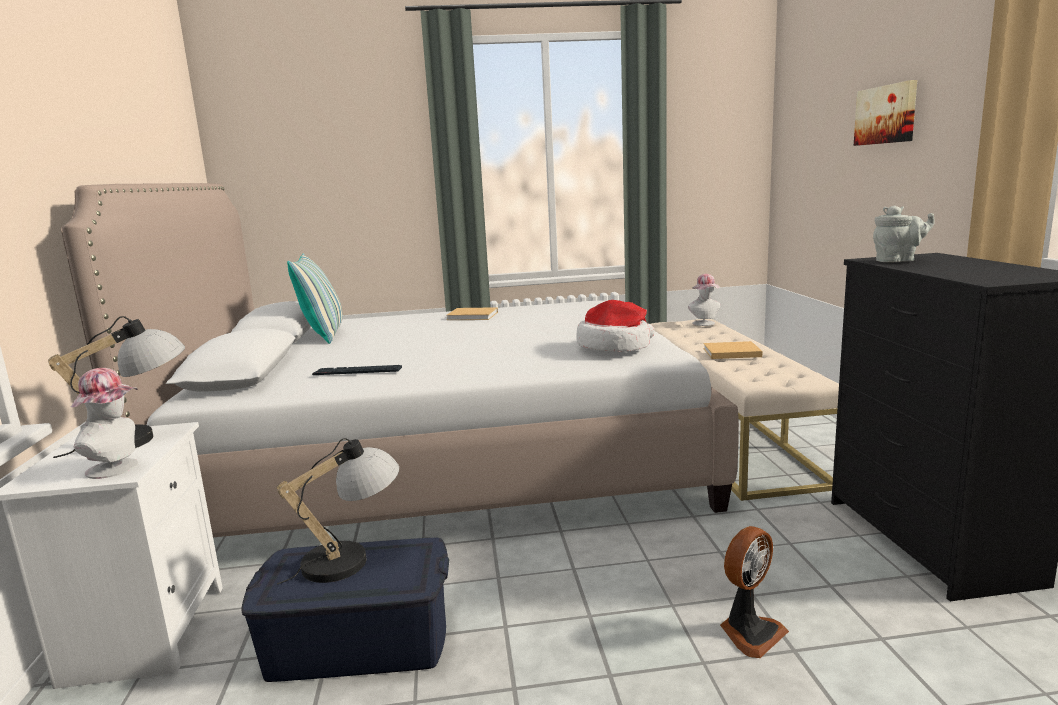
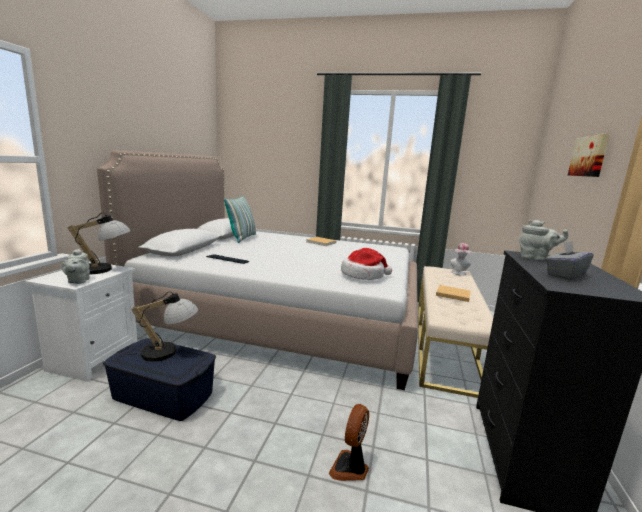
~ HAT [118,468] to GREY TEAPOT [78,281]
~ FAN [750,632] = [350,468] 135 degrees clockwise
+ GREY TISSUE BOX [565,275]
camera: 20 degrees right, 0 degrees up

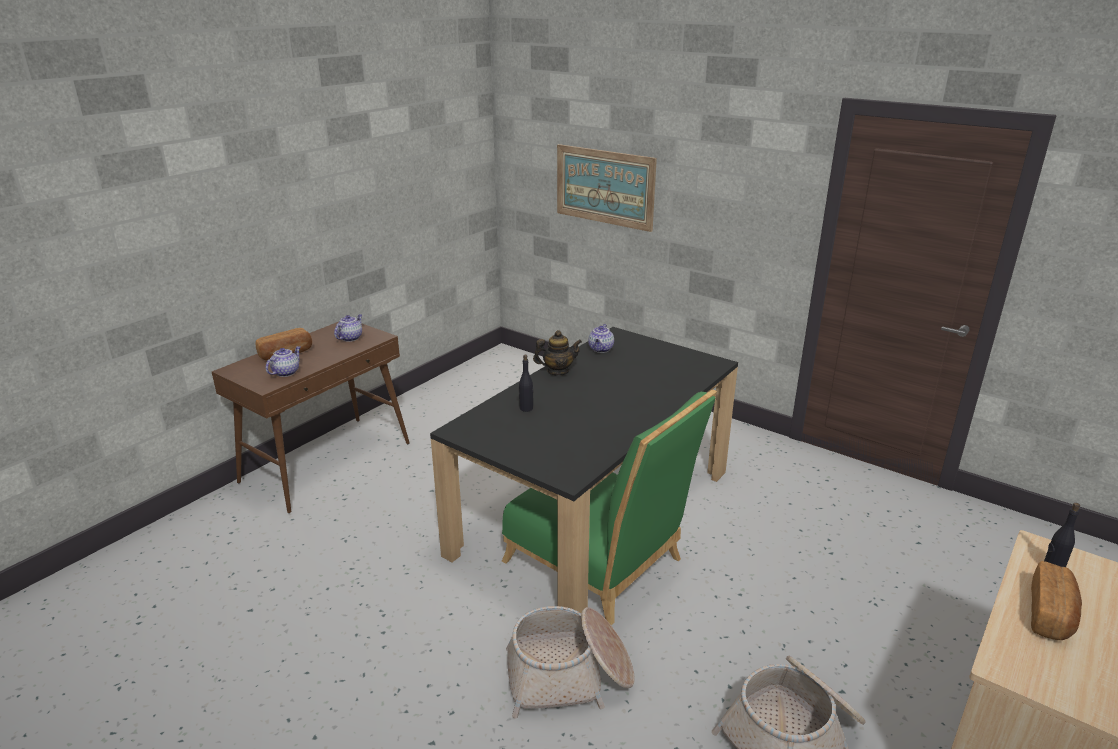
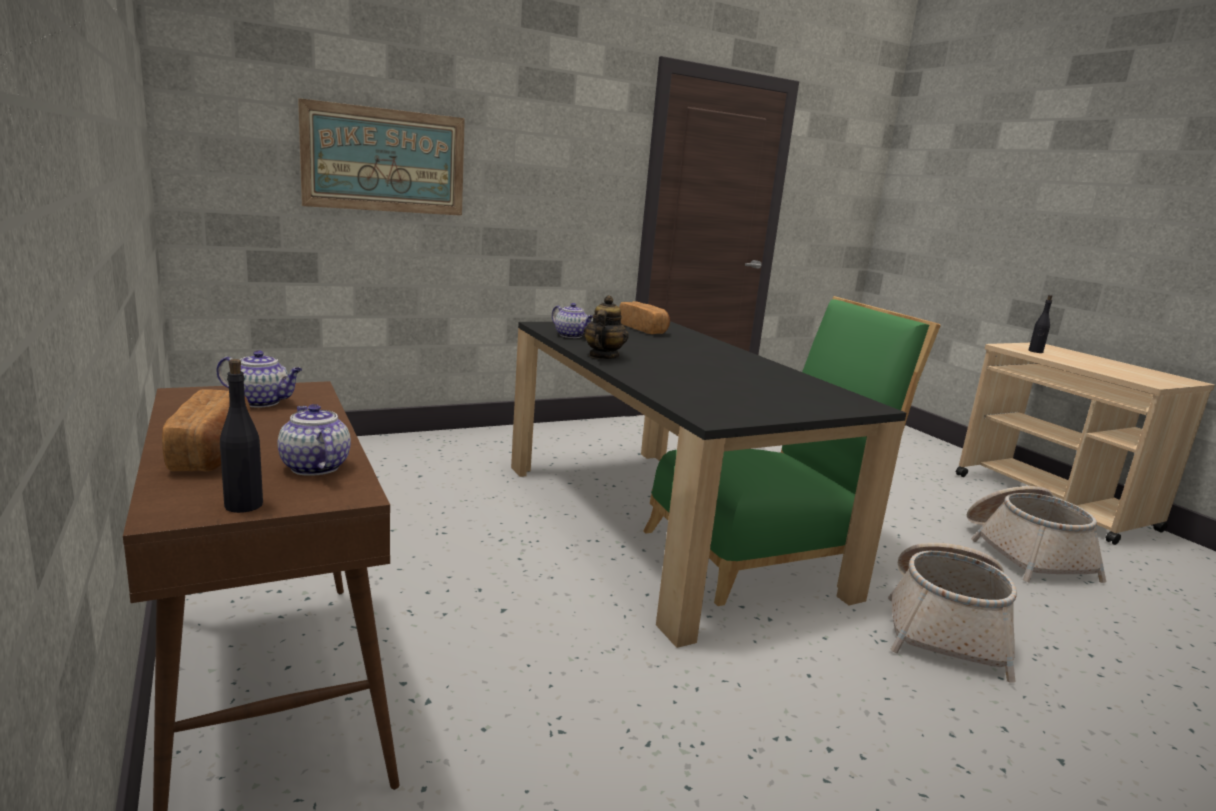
~ TEAPOT [350,338] = [262,402] 135 degrees clockwise
~ BLACK BOTTLE [526,408] to [244,505]
~ BREAD [1051,614] to [643,329]
camera: 65 degrees left, 10 degrees down

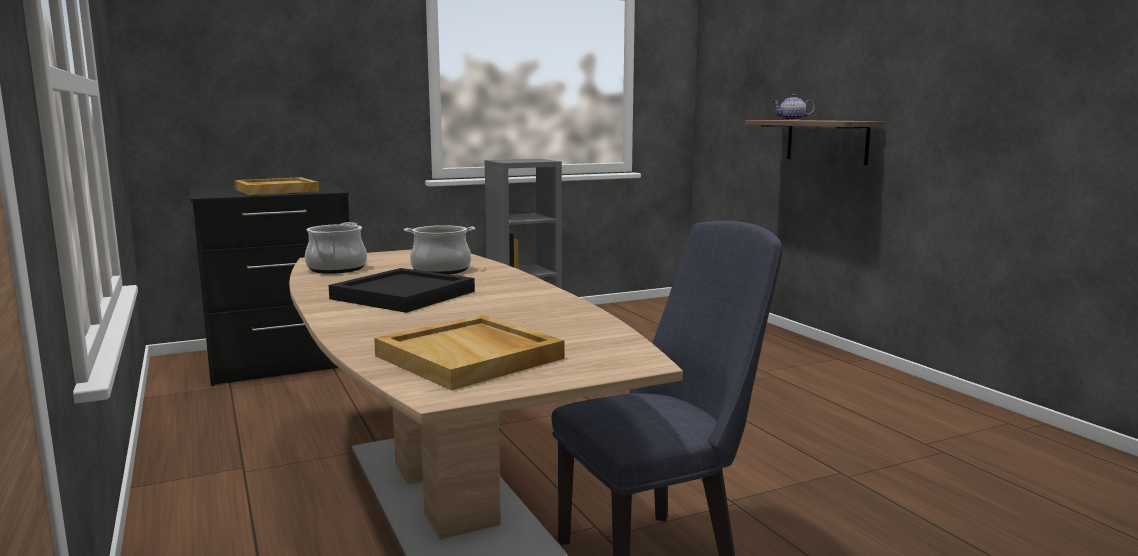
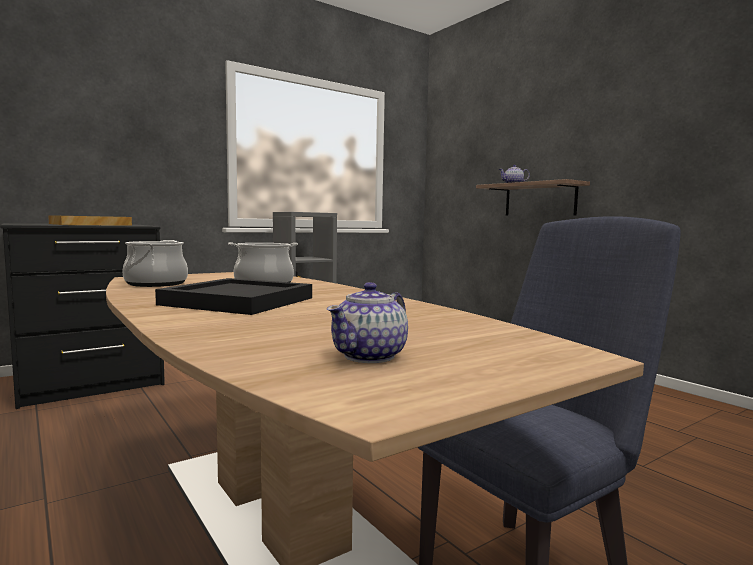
~ BEIGE TRAY [471,357] to TEAPOT [370,356]
camera: 10 degrees left, 5 degrees down

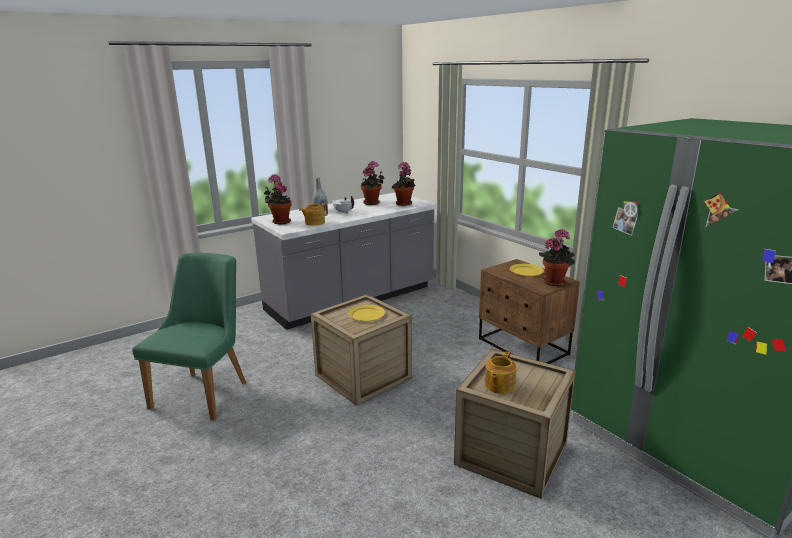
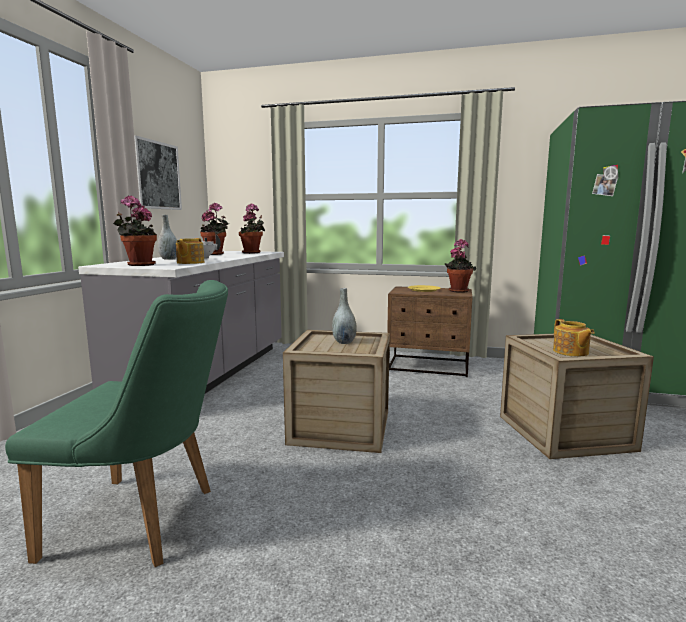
~ GREEN CHAIR [206,390] = [147,521] 120 degrees clockwise
~ YELLOW PLATE [366,315] to GREY VASE [344,342]
+ PICTURE [156,175]
camera: 40 degrees left, 10 degrees down

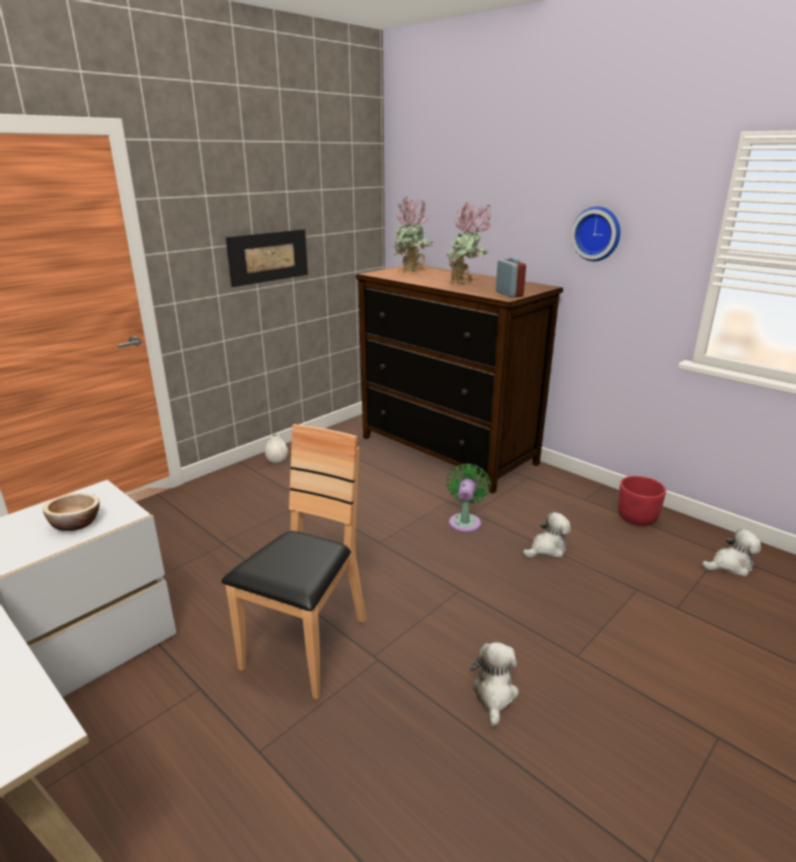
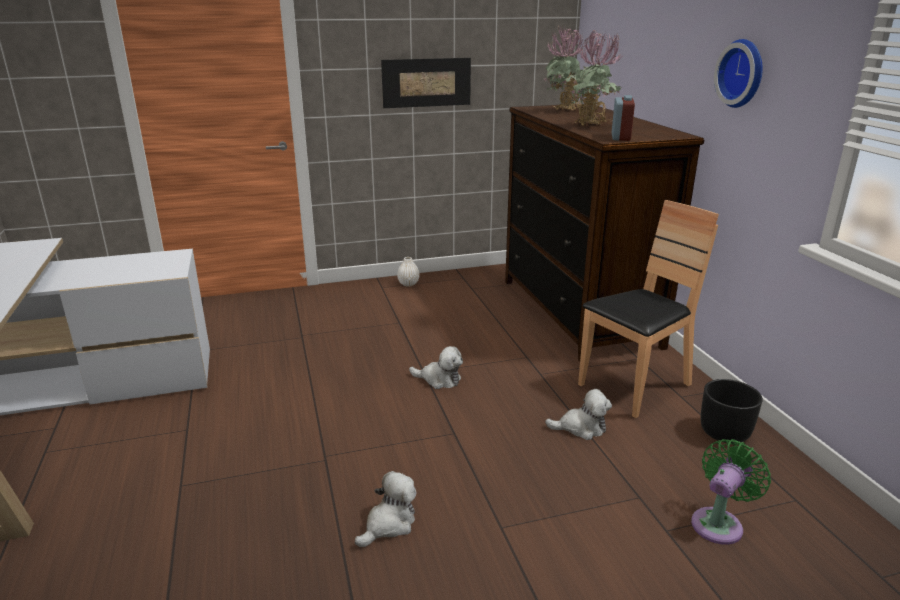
~ BROWN CHAIR [306,645] to [635,386]
~ GREEN FAN [465,521] to [719,523]
~ RED PLANTER [637,518] to BLACK PLANTER [725,432]
- BOWL [76,523]
~ PLUSH TOY [730,565] to [439,379]
camera: 30 degrees right, 0 degrees up

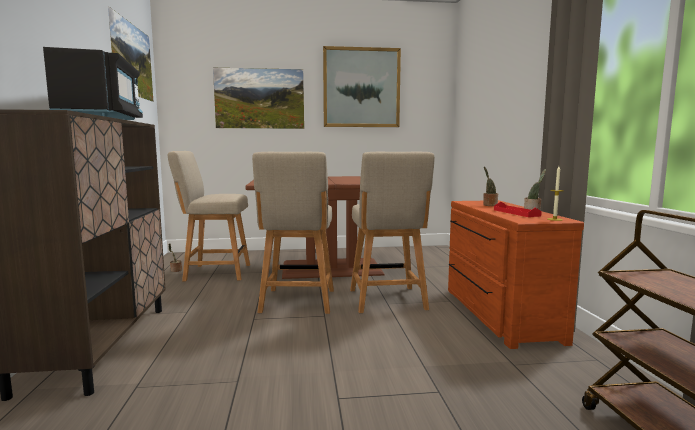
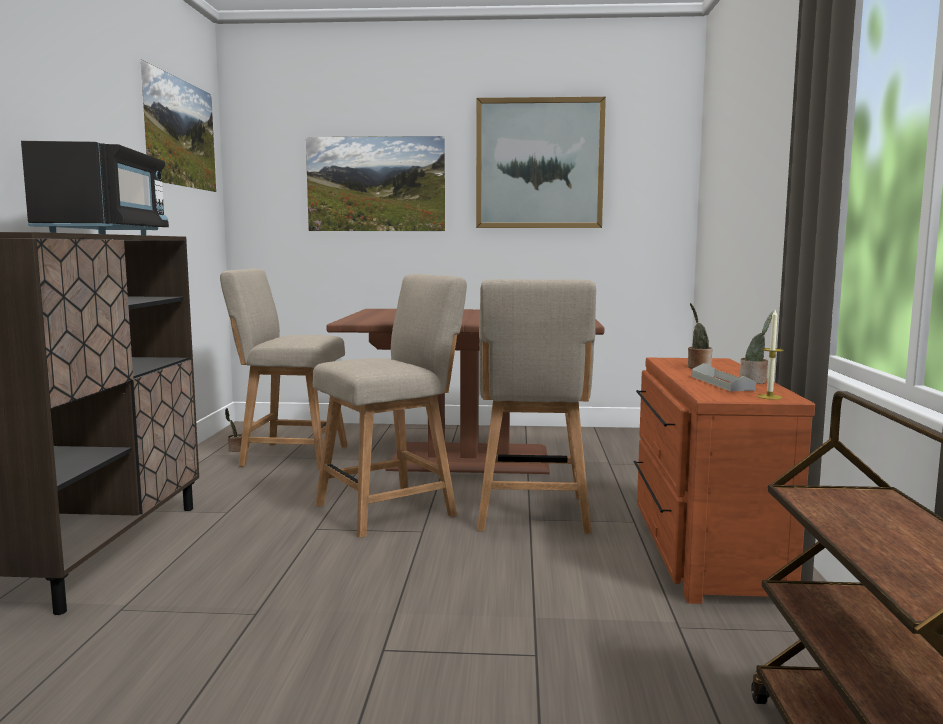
~ BEIGE CHAIR [297,302] = [391,509] 135 degrees counterclockwise
~ RED TRAY [516,213] to GREY TRAY [722,383]
camera: 10 degrees right, 0 degrees up

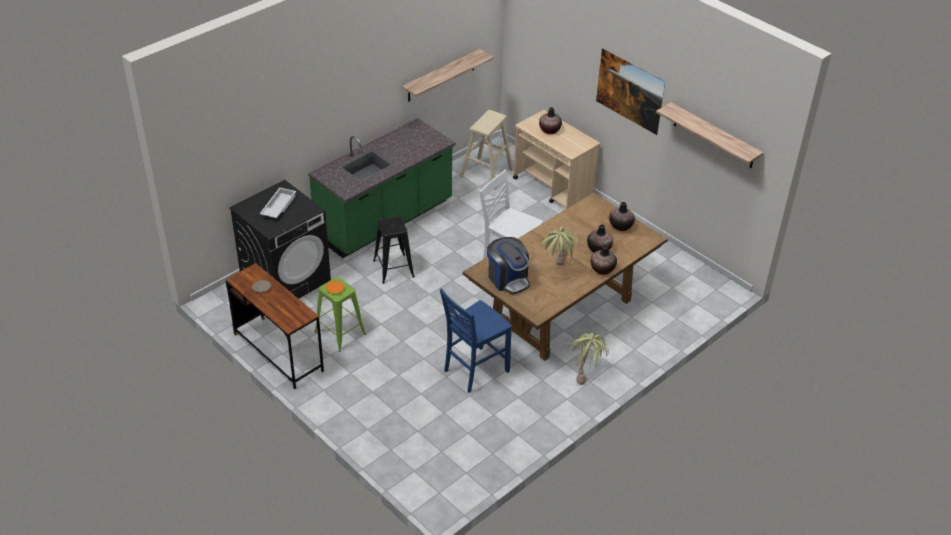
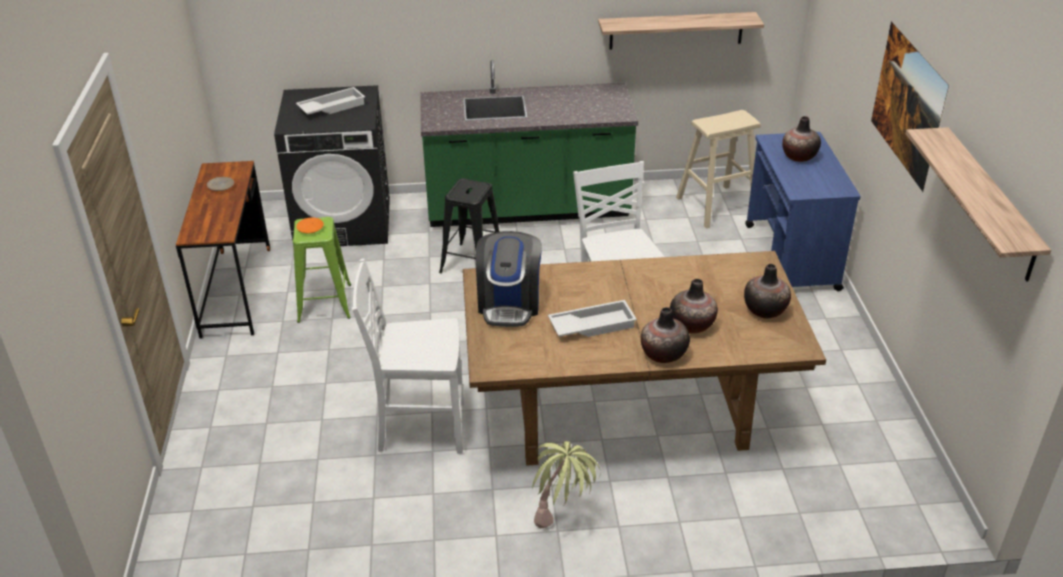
~ BEIGE CART [553,188] to BLUE CART [791,257]
~ POTTED PLANT [557,270] to WHITE TRAY [592,325]
~ BLUE CHAIR [474,370] to WHITE CHAIR [419,427]
camera: 40 degrees right, 5 degrees down

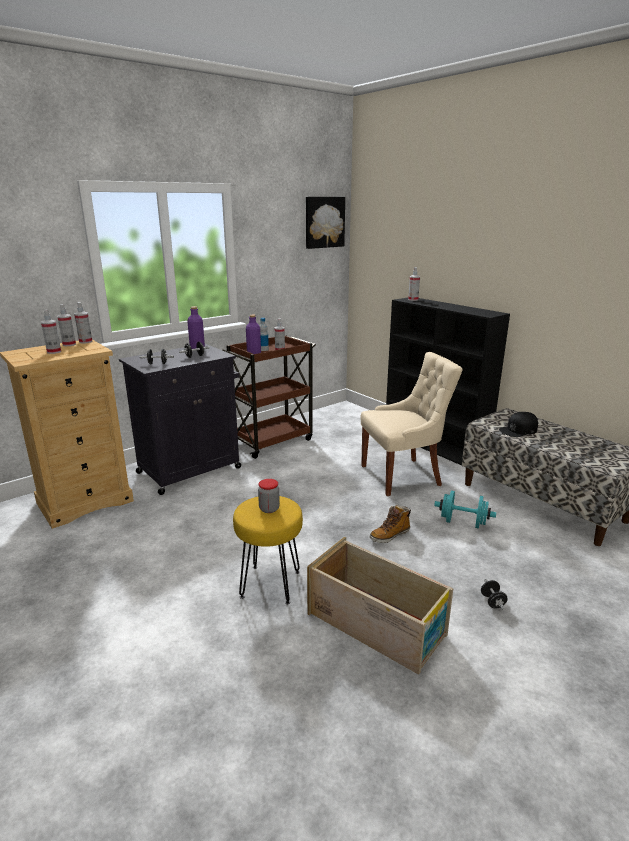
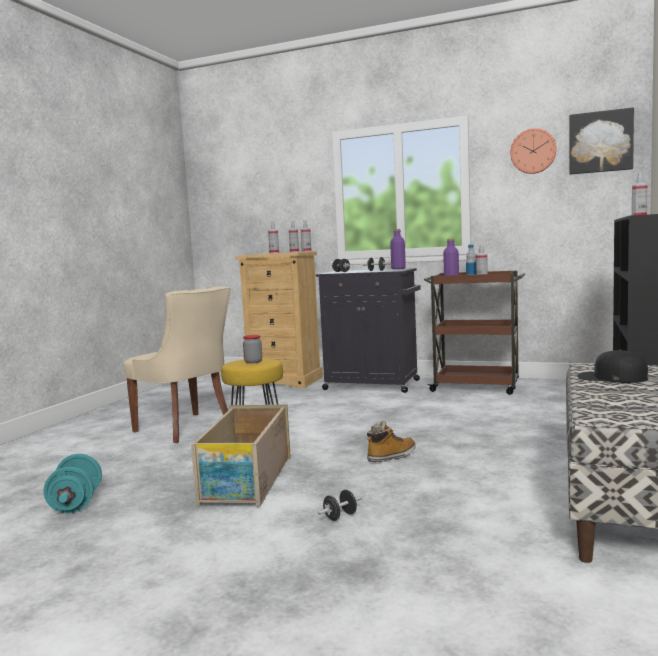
~ BEIGE CHAIR [403,476] to [186,428]
~ TURQUOISE DUMBBELL [463,522] to [76,504]
~ BOOT [390,535] = [391,456] 120 degrees clockwise
+ WALL CLOCK [533,151]
camera: 60 degrees right, 15 degrees down

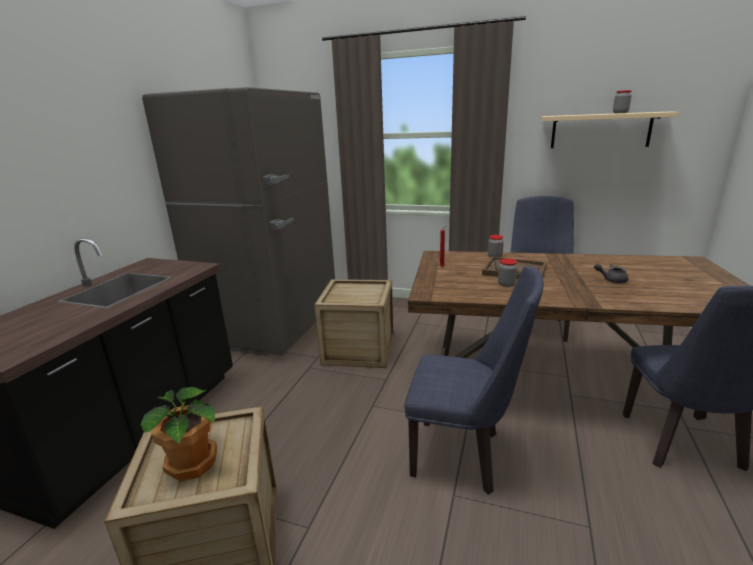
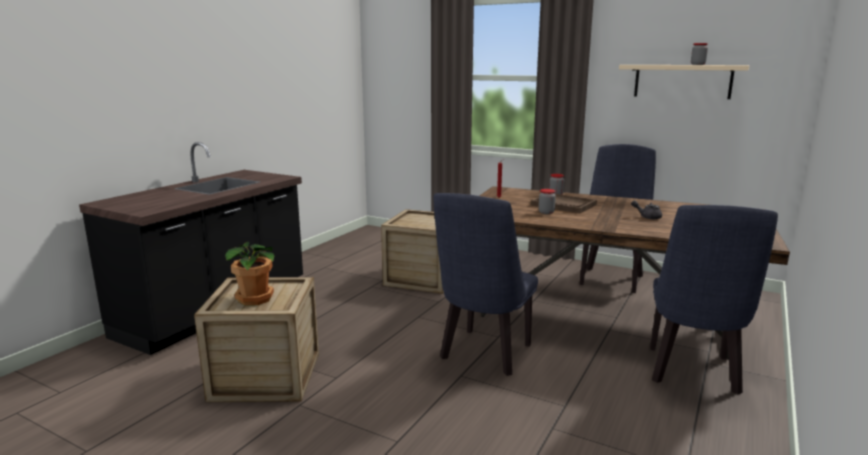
- GREY FRIDGE [274,325]
~ BLUE CHAIR [464,455] = [483,355] 90 degrees clockwise
camera: 10 degrees right, 5 degrees down

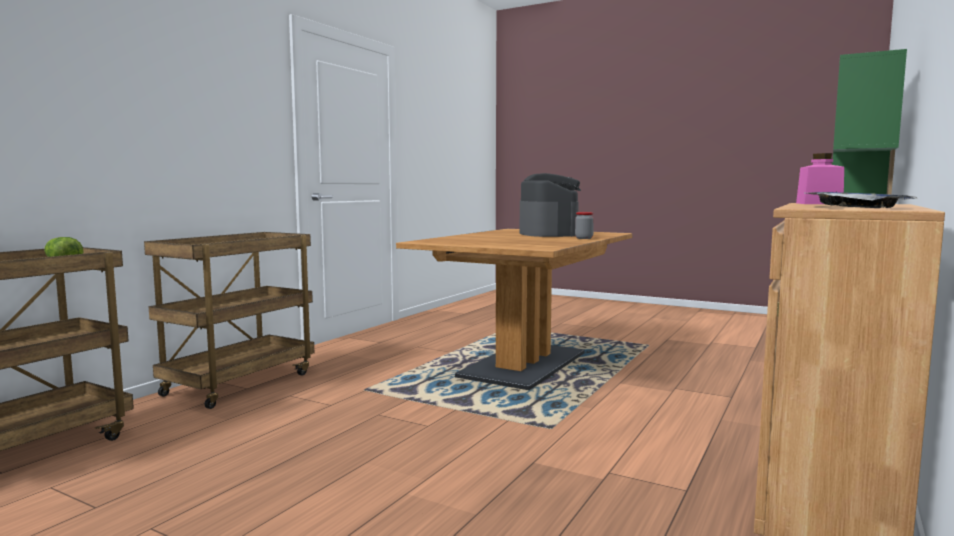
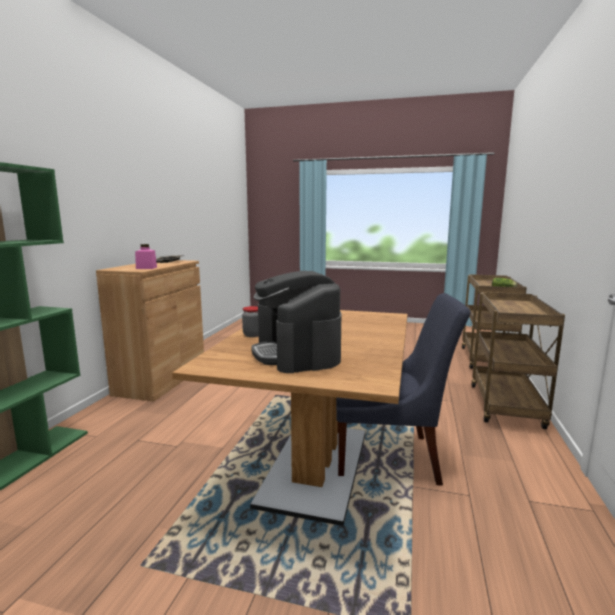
+ BLUE CHAIR [390,458]
camera: 165 degrees right, 5 degrees up

